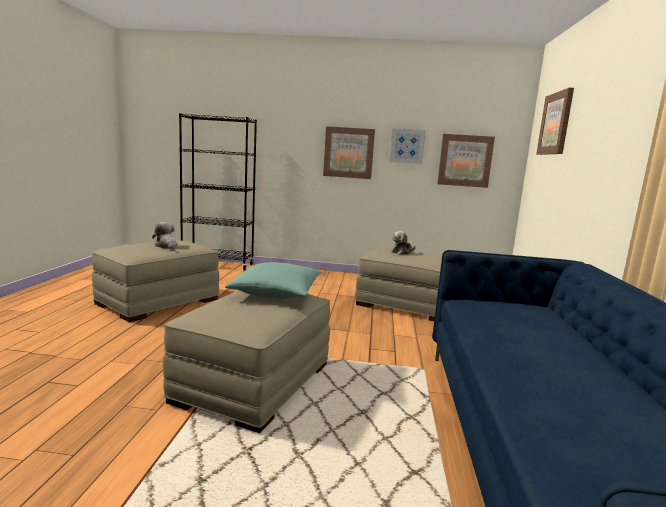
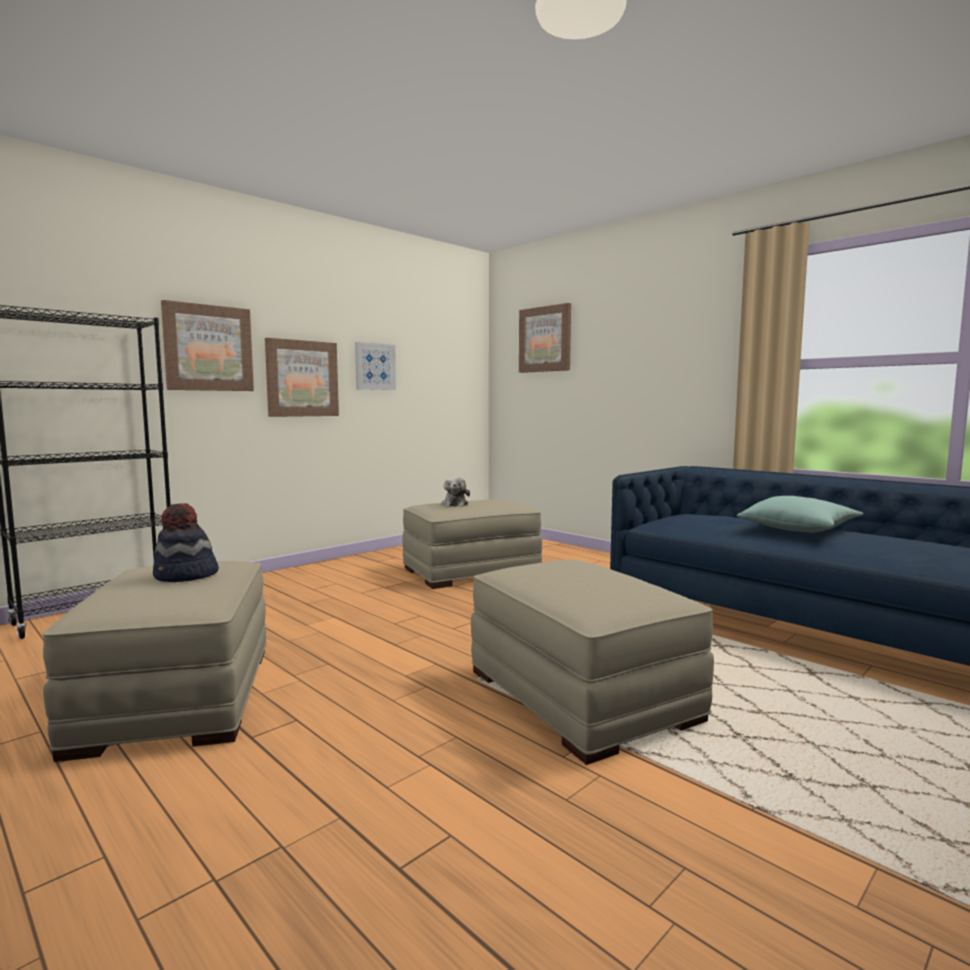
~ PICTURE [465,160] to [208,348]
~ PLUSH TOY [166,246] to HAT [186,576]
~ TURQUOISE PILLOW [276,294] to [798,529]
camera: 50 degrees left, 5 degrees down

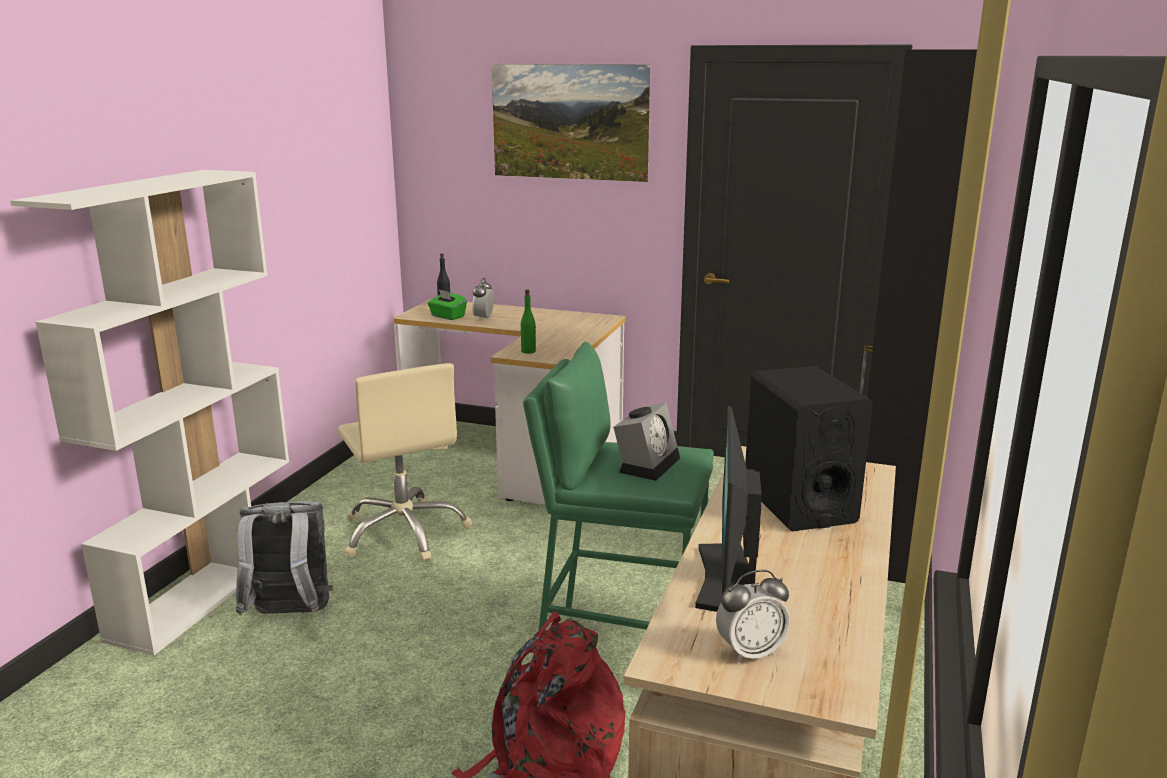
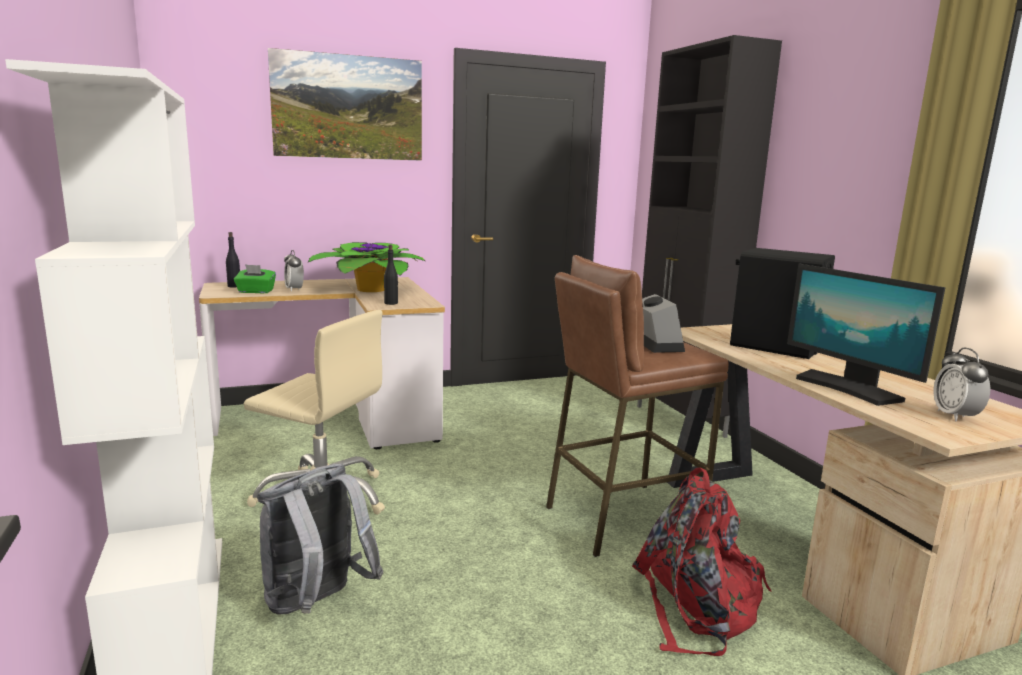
~ GREEN BOTTLE [528,351] to BLACK BOTTLE [391,303]
~ GREEN STOOL [619,652] to BROWN STOOL [622,518]
~ ALARM CLOCK [750,652] = [955,416] 150 degrees clockwise
+ POTTED PLANT [368,290]
camera: 40 degrees left, 5 degrees down

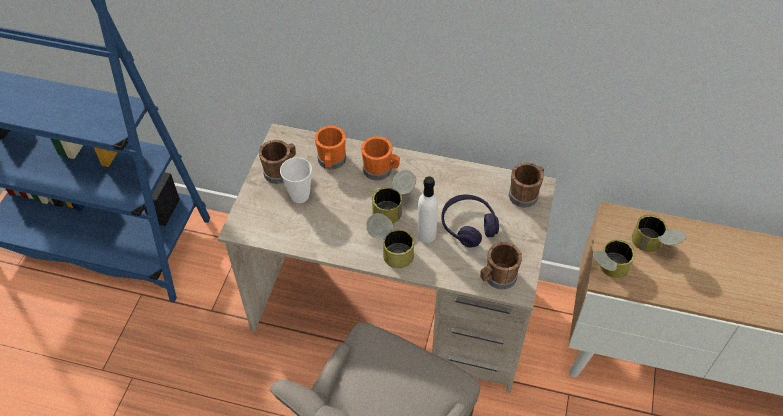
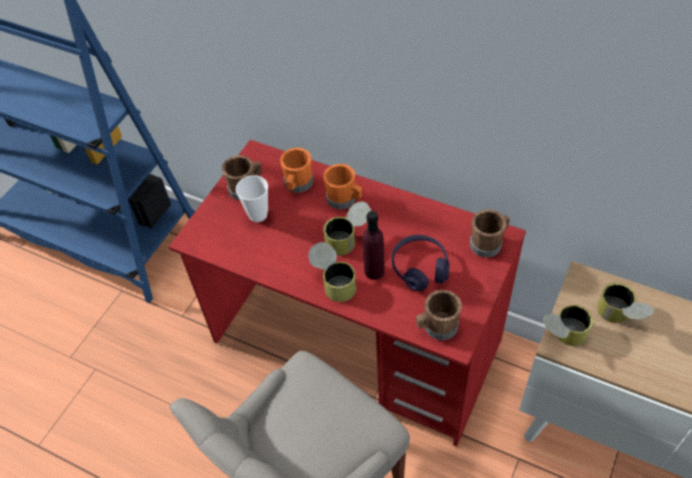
~ BEIGE DESK [393,310] to RED DESK [356,342]
~ WHITE BOTTLE [426,234] to PURPLE BOTTLE [374,271]
camera: 15 degrees right, 0 degrees up

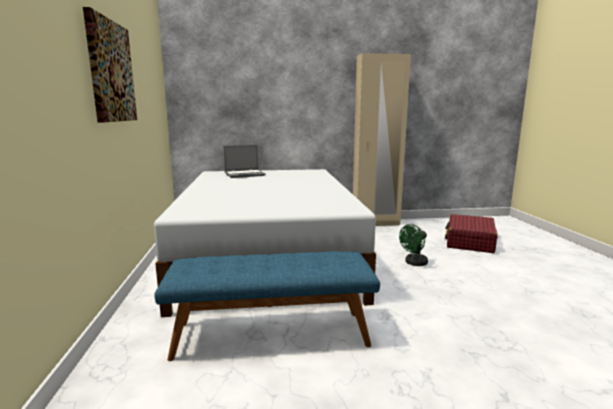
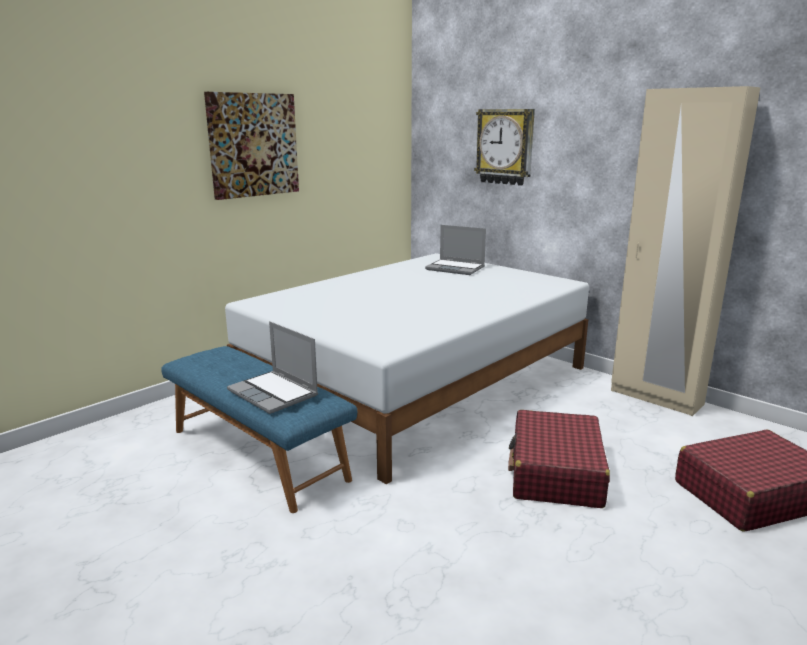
~ GREEN FAN [414,263] to RED SUITCASE [555,473]
+ WALL CLOCK [505,147]
+ LAPTOP [274,393]
camera: 50 degrees right, 5 degrees up

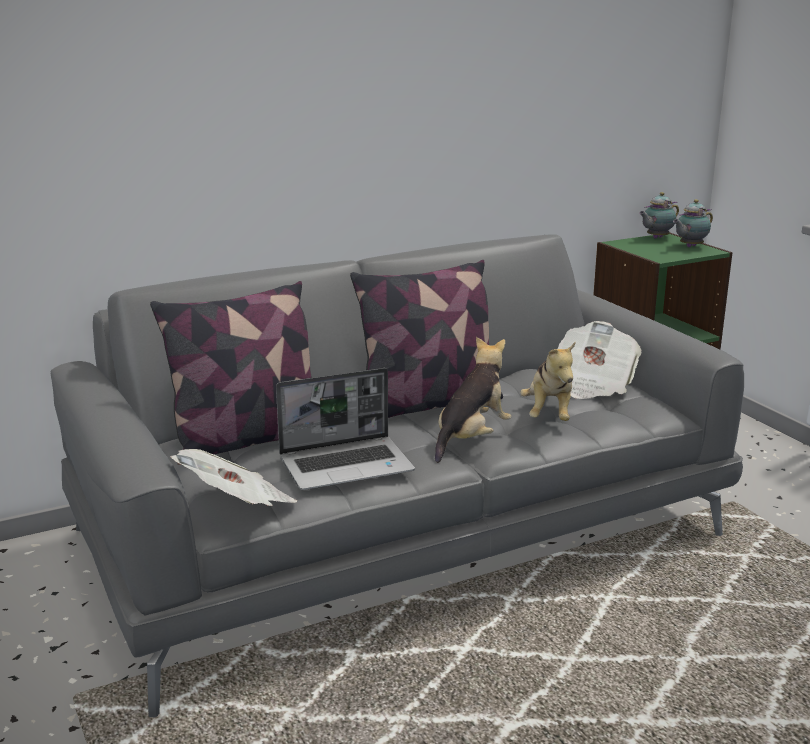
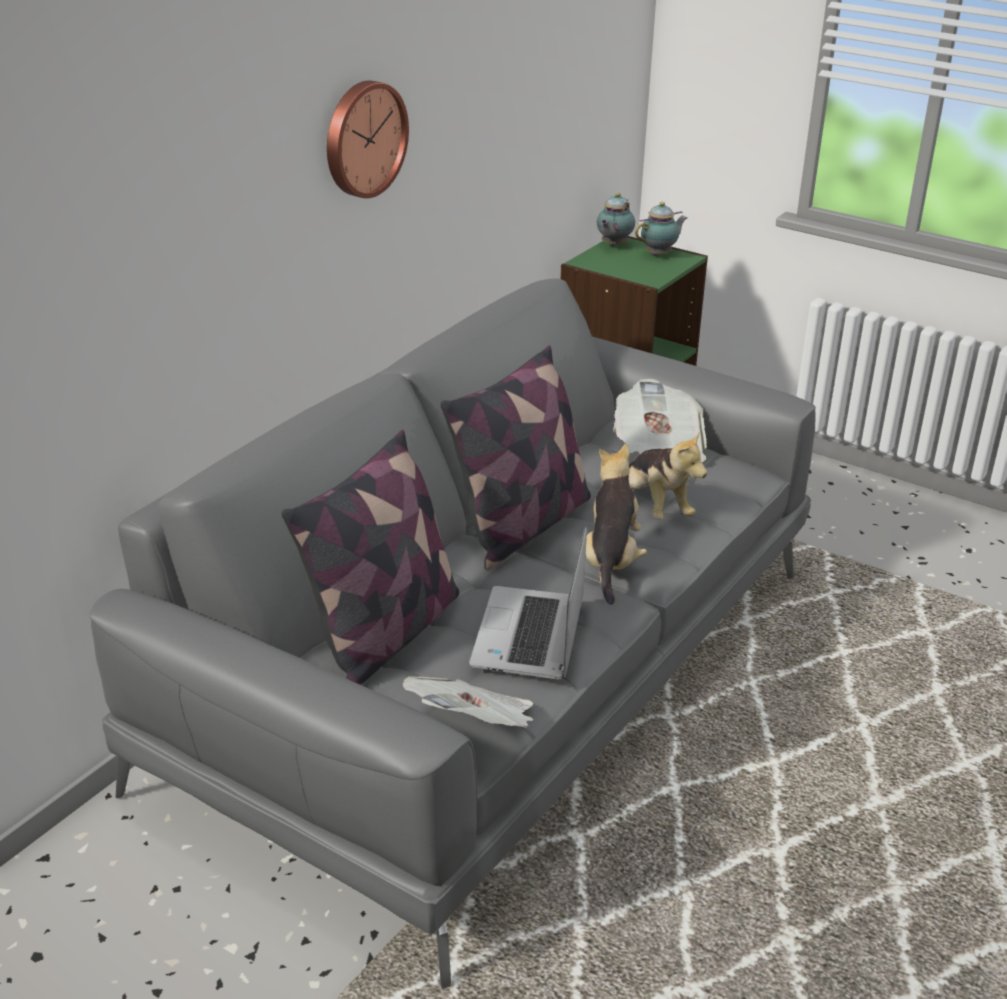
~ TEAPOT [689,246] = [659,254] 150 degrees counterclockwise
~ LAPTOP [347,465] = [530,637] 150 degrees clockwise
+ WALL CLOCK [363,138]
camera: 30 degrees left, 10 degrees up

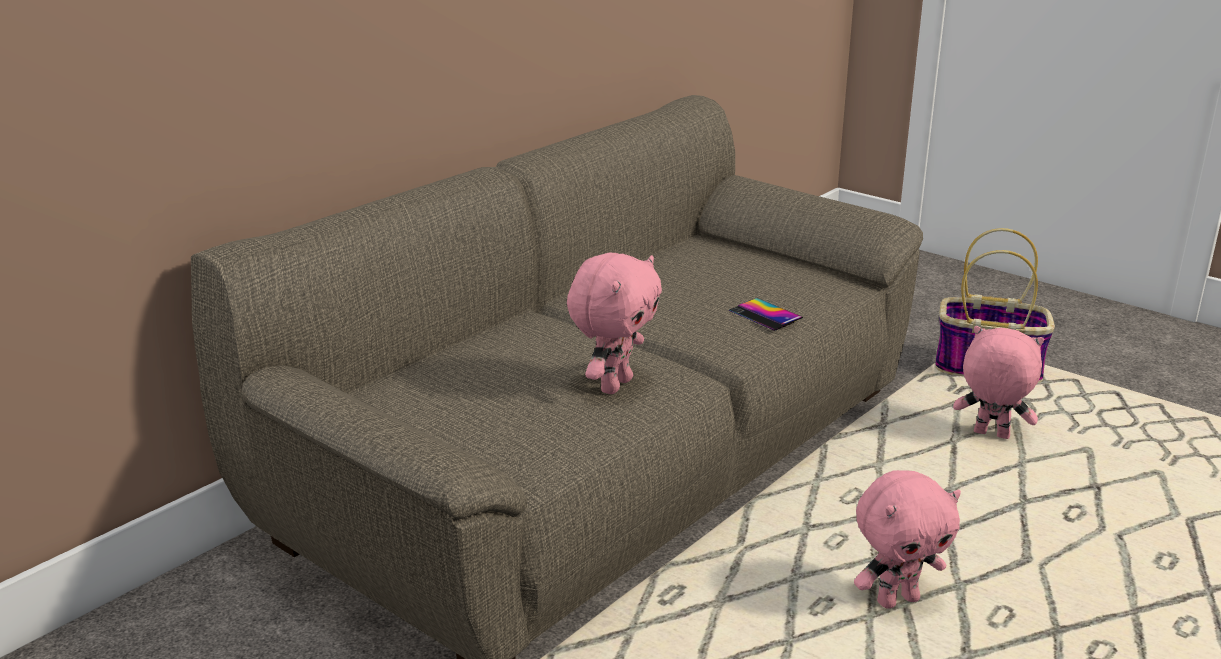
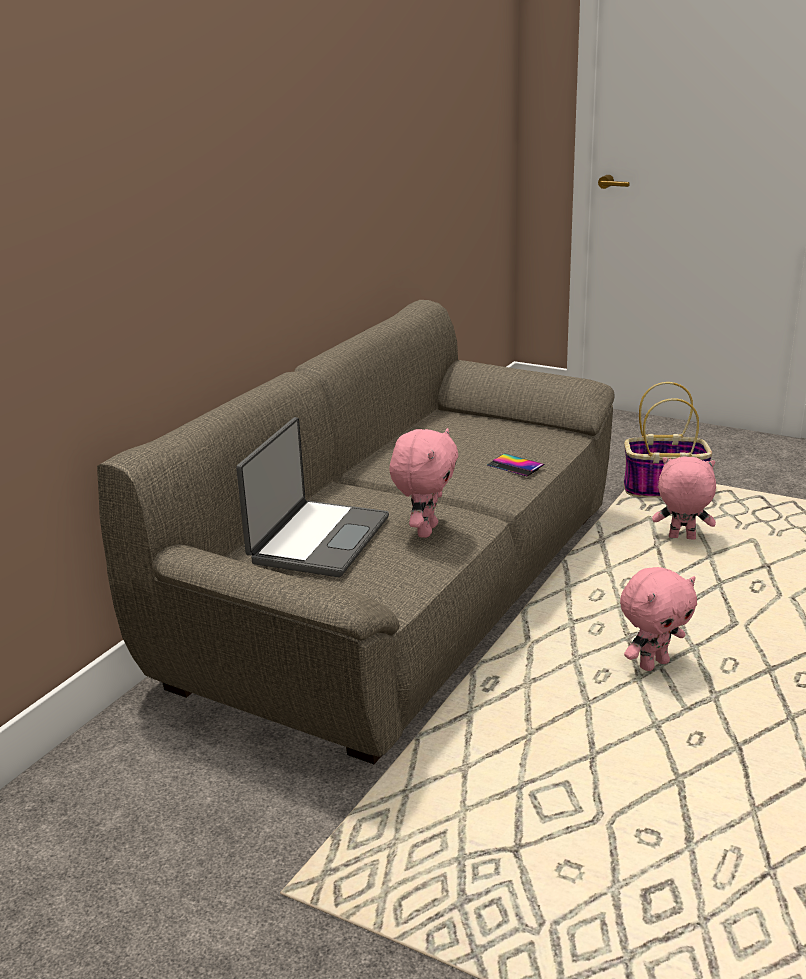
+ LAPTOP [317,540]
camera: 10 degrees left, 0 degrees up

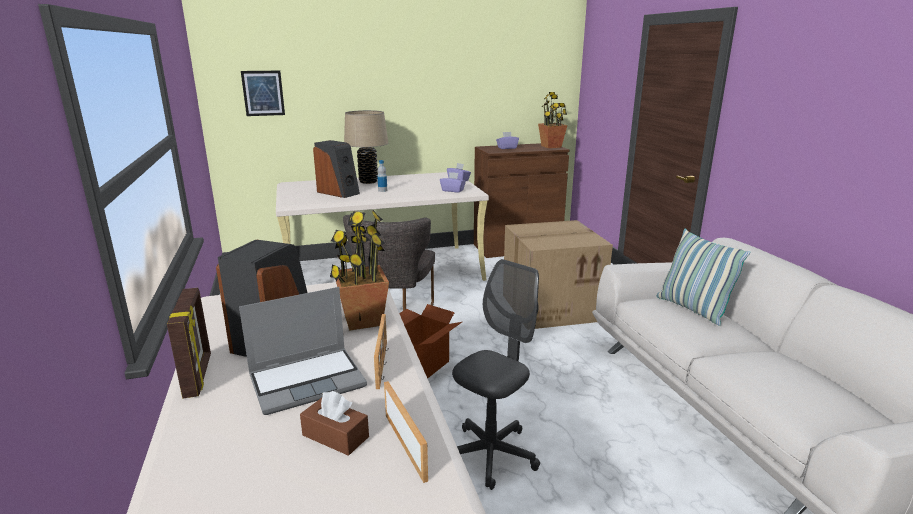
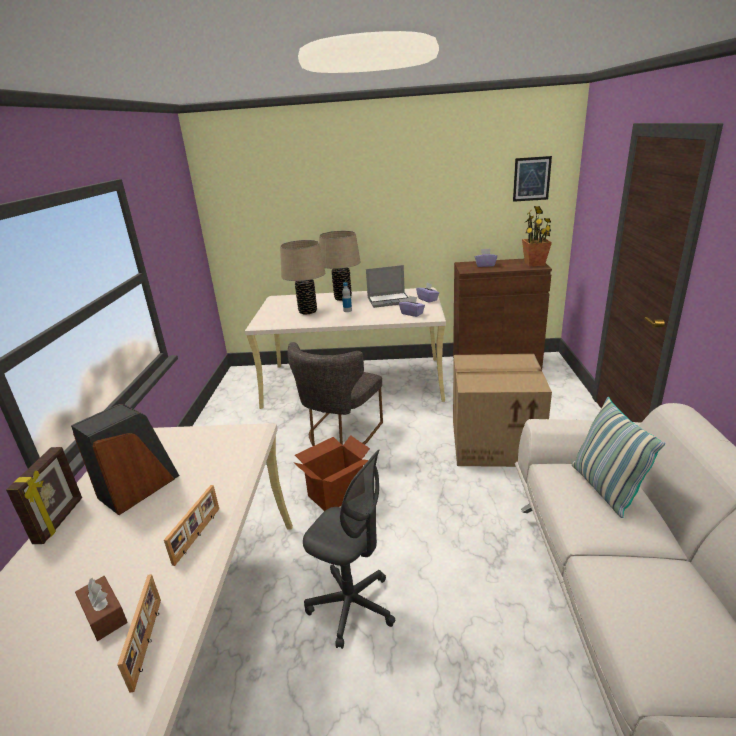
~ PICTURE [263,93] to [531,179]
~ SPEAKER [338,192] to BEIGE TABLE LAMP [308,311]
- POTTED PLANT [362,320]
~ GREY OFFICE CHAIR [491,455] = [352,606] 60 degrees clockwise
~ LAPTOP [308,380] to [389,300]
camera: 20 degrees right, 5 degrees up

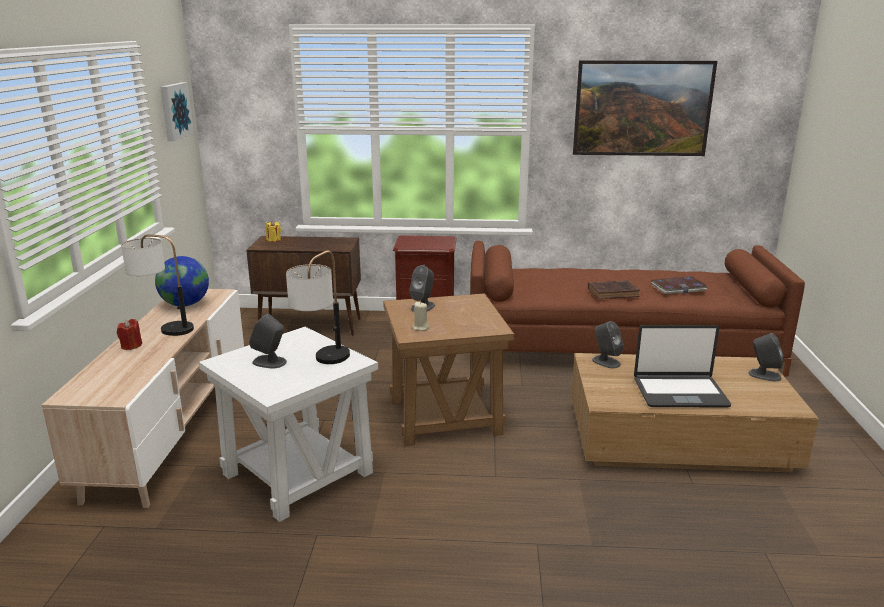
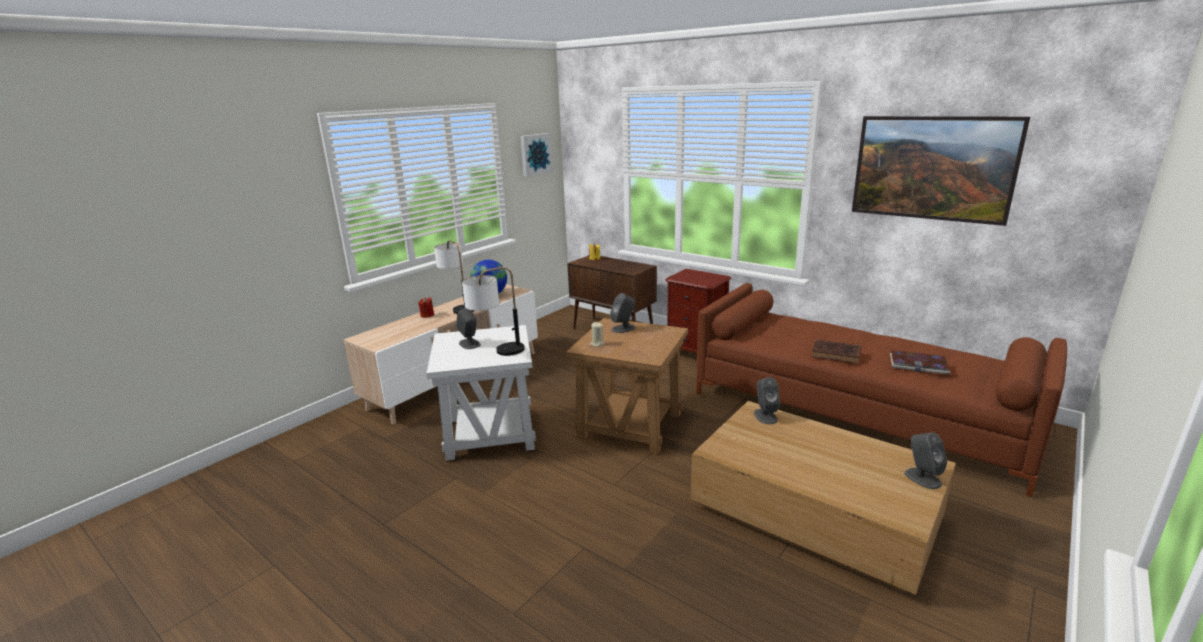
- LAPTOP [679,392]
camera: 35 degrees right, 0 degrees up

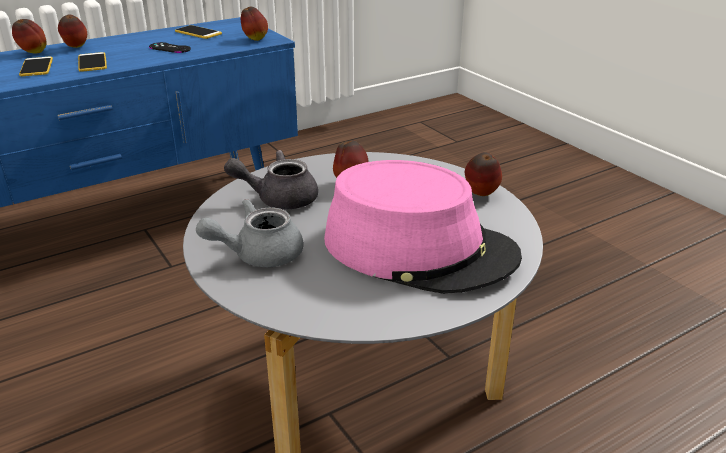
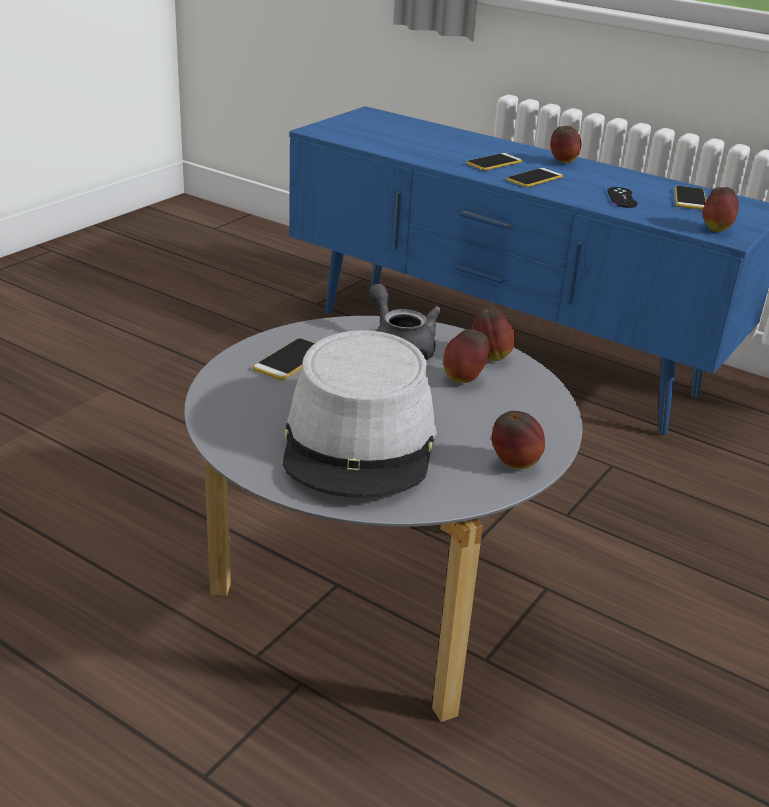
~ APPLE [33,53] to [489,356]
~ PINK HAT [419,248] to GREY HAT [360,441]
~ GREY TEAPOT [258,254] to PHONE [291,360]
camera: 65 degrees right, 0 degrees up

